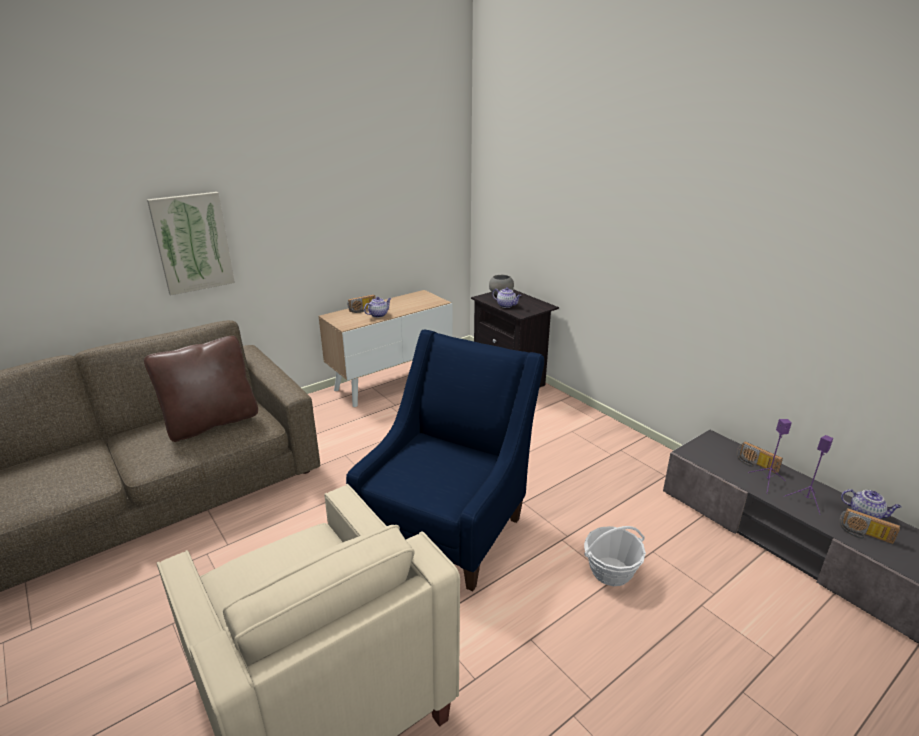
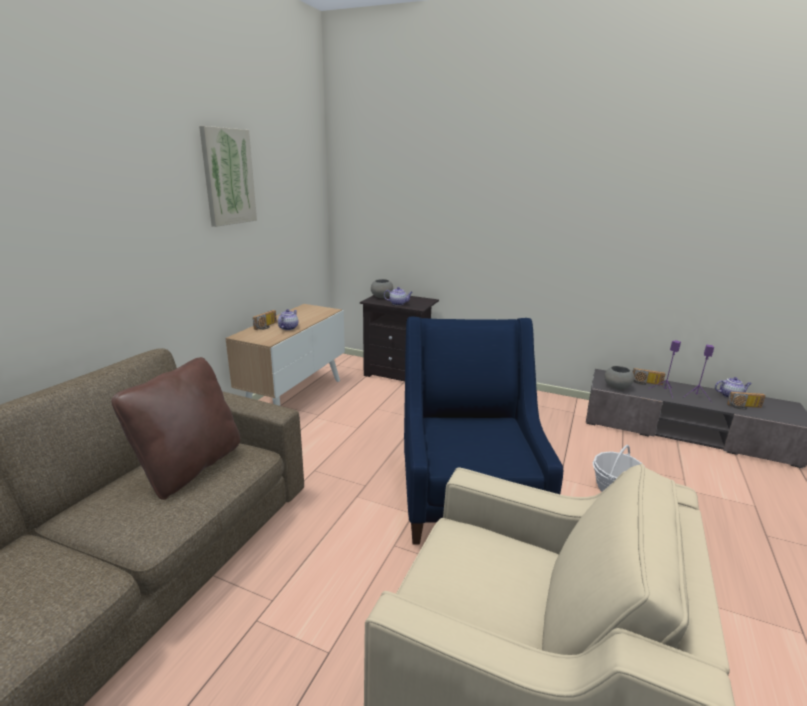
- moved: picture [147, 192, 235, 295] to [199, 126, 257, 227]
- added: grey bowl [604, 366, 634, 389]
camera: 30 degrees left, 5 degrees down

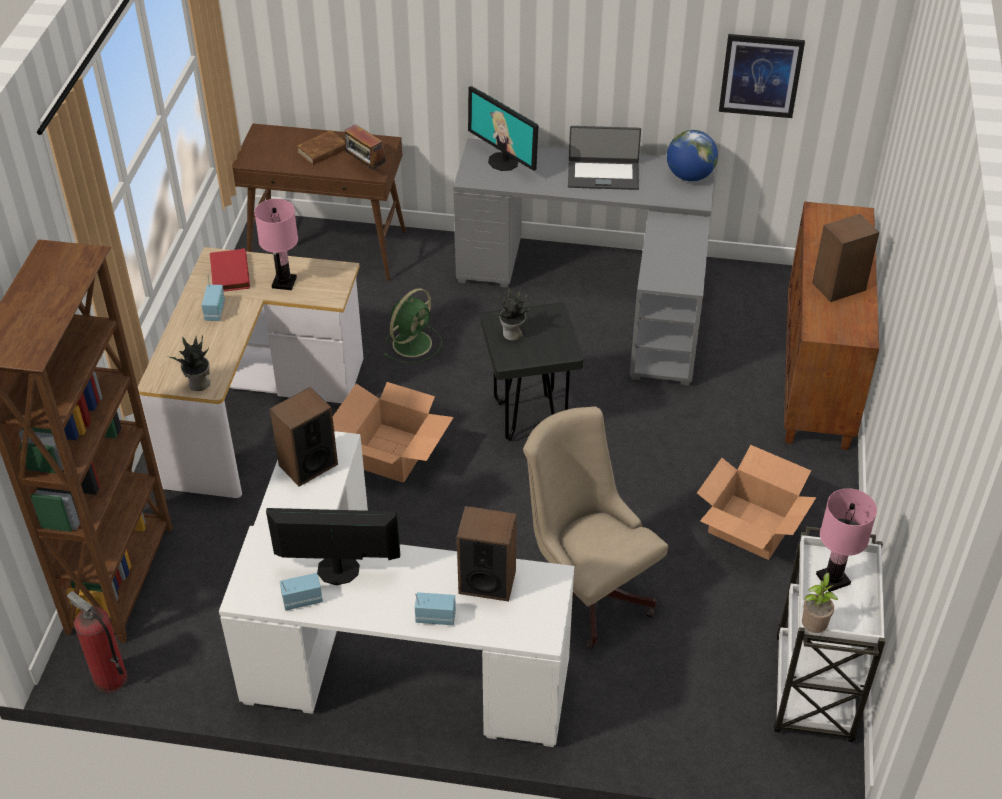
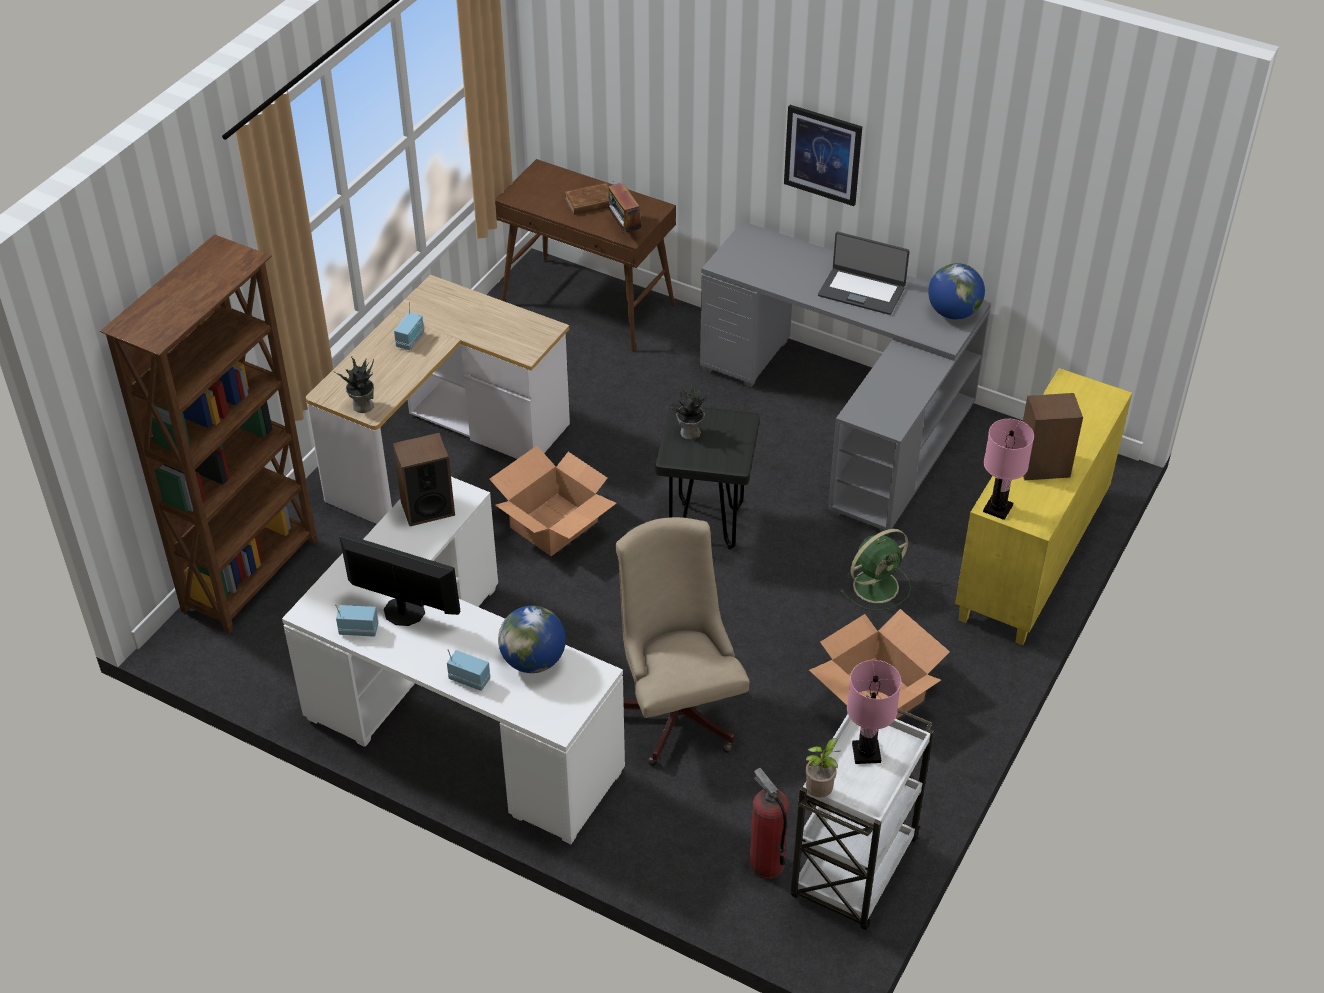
- replaced: audio speaker [457, 506, 517, 602] to world globe [498, 606, 566, 673]
- moved: extinguisher [67, 591, 128, 693] to [749, 768, 789, 879]
- moved: picture [719, 34, 805, 118] to [784, 105, 862, 206]
- moved: green cooling fan [383, 288, 442, 364] to [840, 529, 911, 611]
- recoloured: brown storage cabinet [784, 202, 879, 450] to yellow-coloured storage cabinet [955, 368, 1132, 646]
- moved: pink tabletop lamp [254, 199, 298, 290] to [983, 419, 1034, 520]
- removed: red-coloured book [210, 248, 250, 291]
- removed: computer screen [468, 86, 539, 171]
camera: 20 degrees right, 0 degrees up

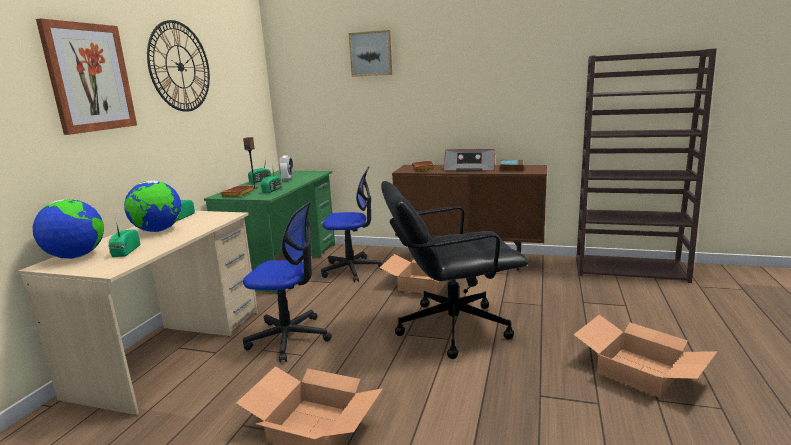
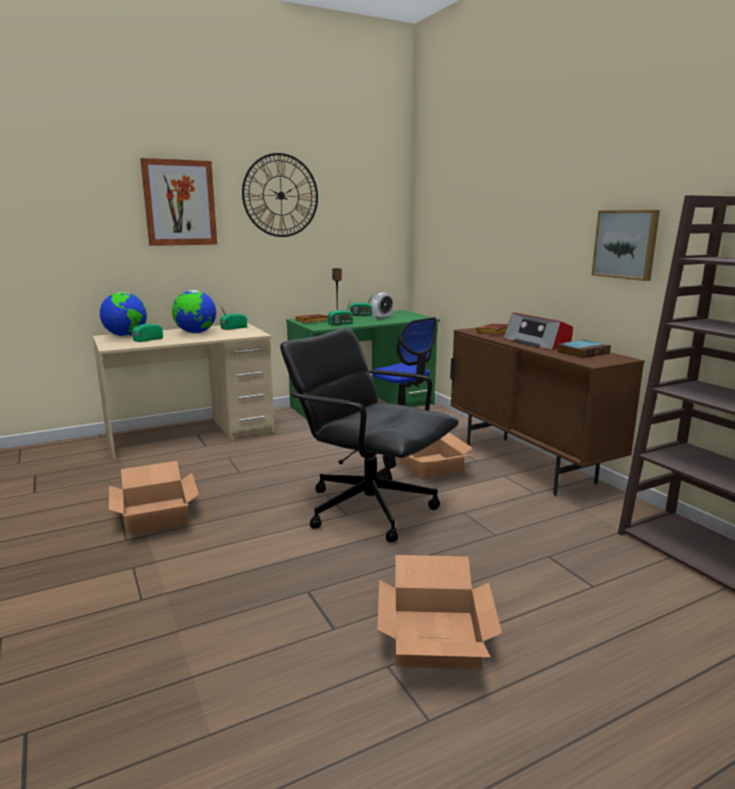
- moved: picture [349, 30, 392, 77] to [592, 210, 660, 281]
- removed: computer chair [243, 202, 332, 362]
camera: 45 degrees right, 0 degrees up

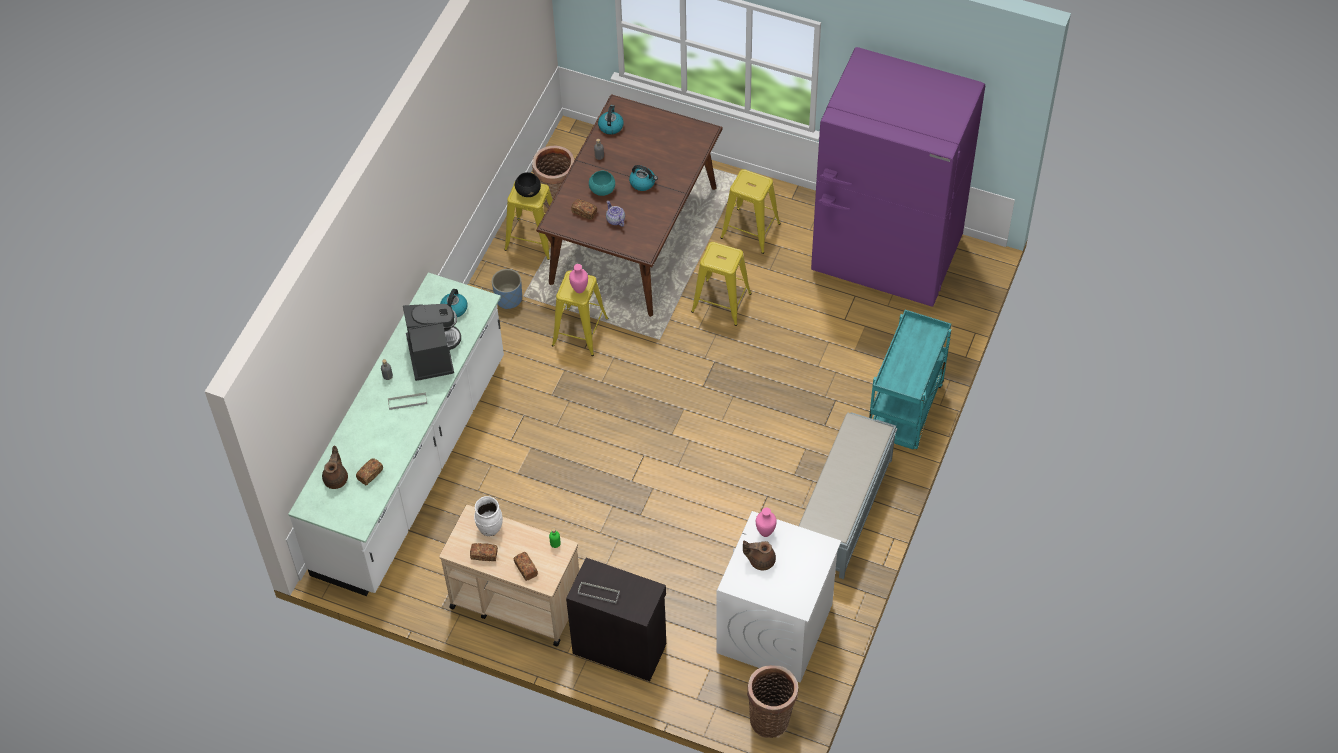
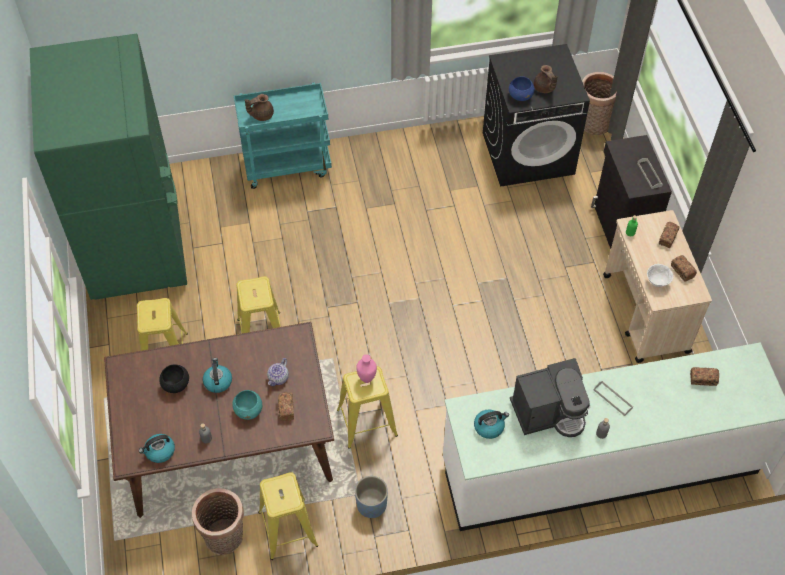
- recoloured: purplish refrigerator [811, 47, 986, 307] to green refrigerator [30, 34, 187, 300]
- moved: black bowl [515, 172, 541, 197] to [159, 364, 189, 393]
- moved: brown pot for tea [322, 446, 348, 489] to [245, 94, 274, 121]
- recoloured: white-coloured laundry appliance [717, 511, 841, 683] to black laundry appliance [483, 44, 590, 187]
- replaced: pink flower vase [756, 508, 777, 537] to bluish bowl [509, 76, 534, 101]
- turned: coffee machine [403, 304, 461, 381] = [510, 358, 590, 437] 150 degrees counterclockwise
- replaced: white-coloured flower vase [474, 496, 503, 536] to white-coloured bowl [647, 264, 673, 287]
- removed: grey bench [799, 413, 897, 579]
camera: 125 degrees left, 0 degrees up

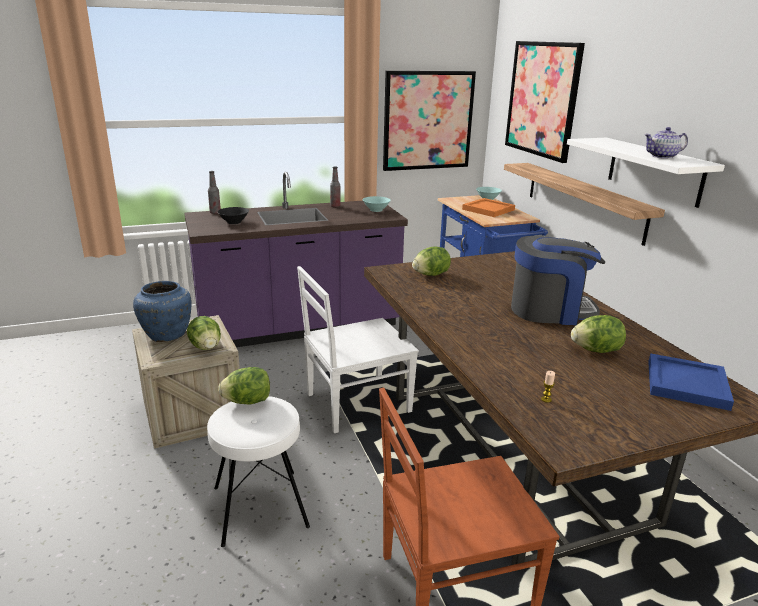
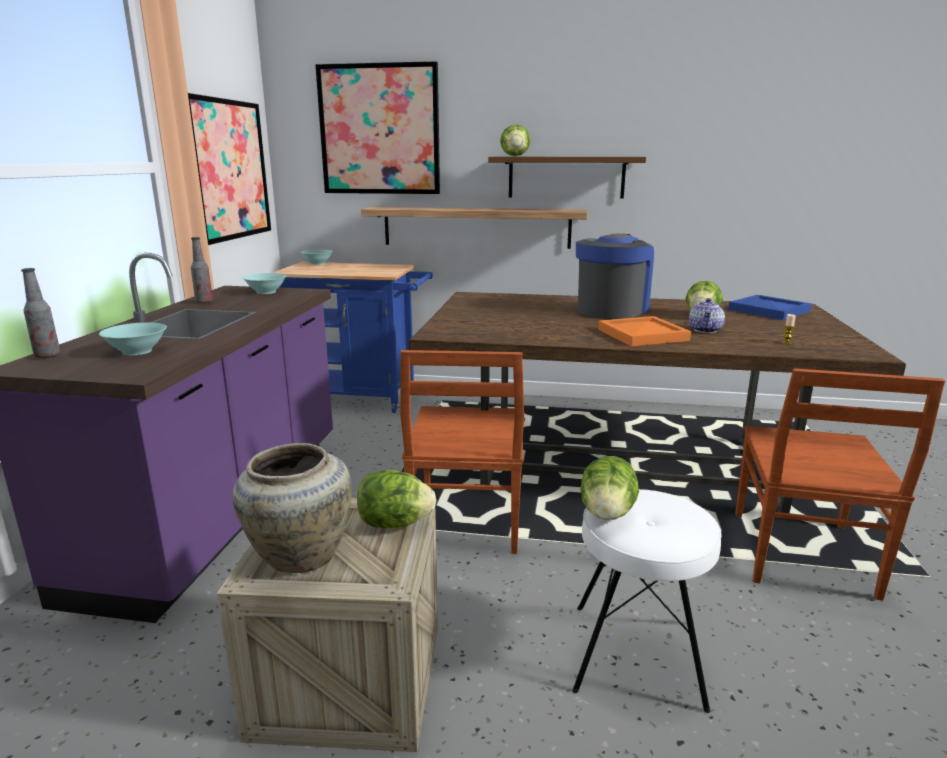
- recoloured: black bowl [217, 207, 249, 224] to turquoise-coloured bowl [99, 322, 167, 355]
- recoloured: bluish flower vase [133, 281, 192, 342] to beige flower vase [232, 443, 352, 573]
- recoloured: white-coloured plain chair [297, 266, 419, 433] to brown plain chair [400, 350, 524, 554]
- recoloured: white-coloured bracket shelf [567, 138, 725, 208] to brown bracket shelf [488, 157, 646, 199]
- moved: lettuce head [412, 246, 451, 276] to [500, 125, 530, 156]
- moved: orangey serving tray [462, 198, 515, 217] to [598, 316, 691, 346]
- moved: pot for tea [645, 127, 688, 159] to [689, 298, 725, 333]
camera: 60 degrees left, 5 degrees down

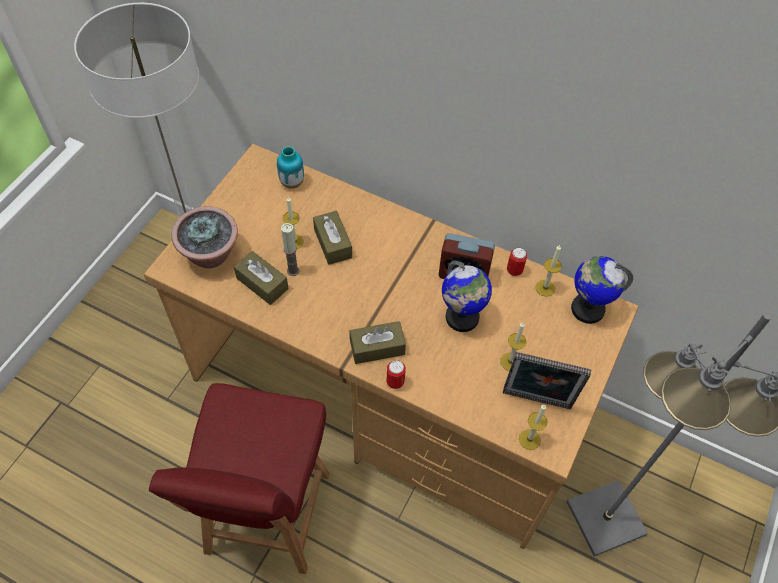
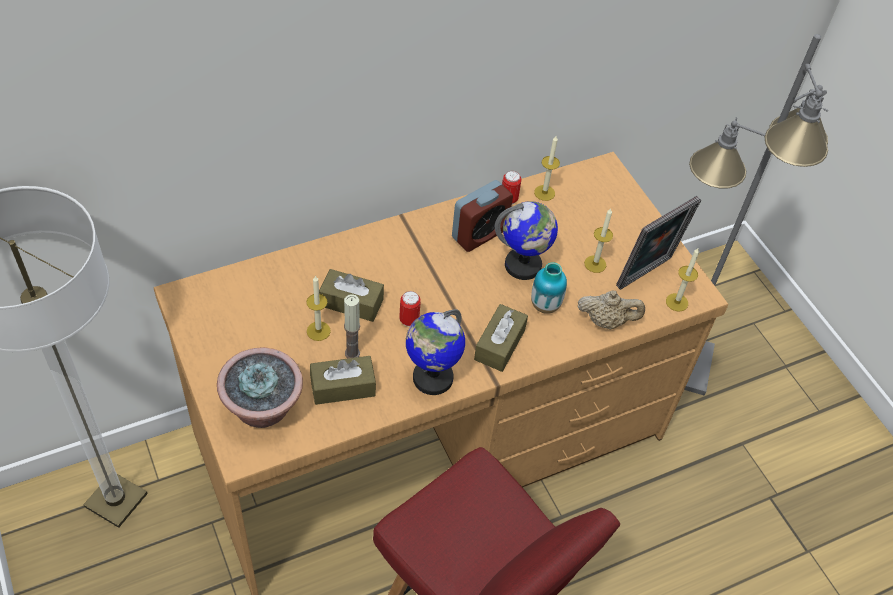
- moved: metal can [387, 360, 406, 389] to [399, 291, 421, 327]
- moved: world globe [571, 256, 633, 324] to [406, 309, 465, 395]
- moved: flower vase [277, 146, 304, 189] to [531, 262, 567, 314]
- added: beige pot for tea [578, 291, 645, 330]
camera: 55 degrees left, 5 degrees down

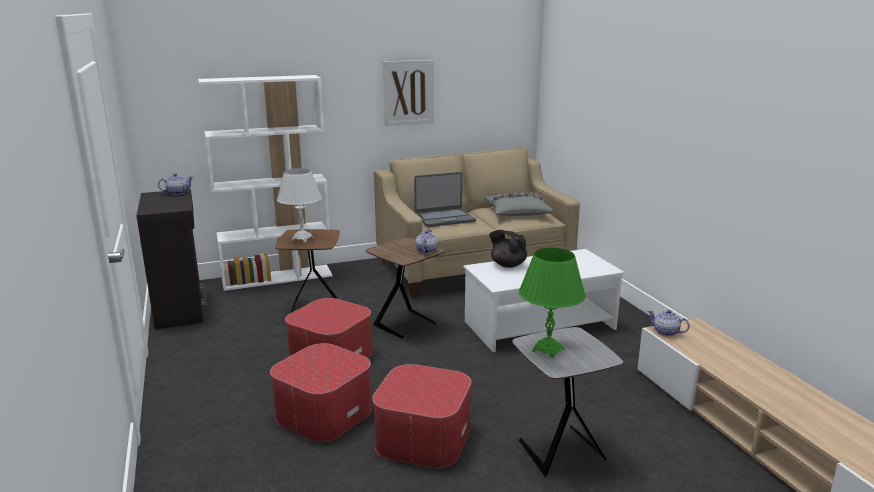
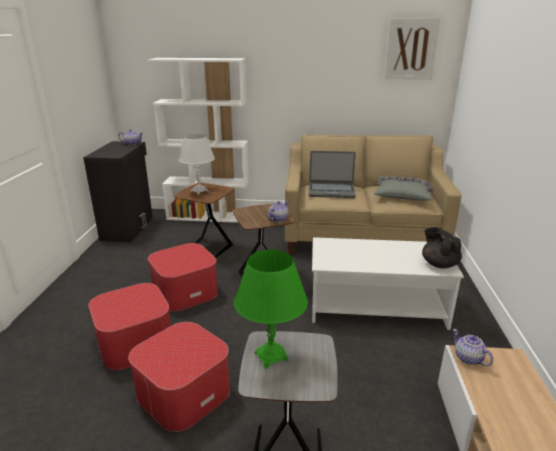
- moved: picture [383, 60, 434, 126] to [384, 18, 440, 80]
- moved: black pot for tea [489, 230, 527, 268] to [422, 227, 462, 268]
camera: 25 degrees right, 5 degrees up

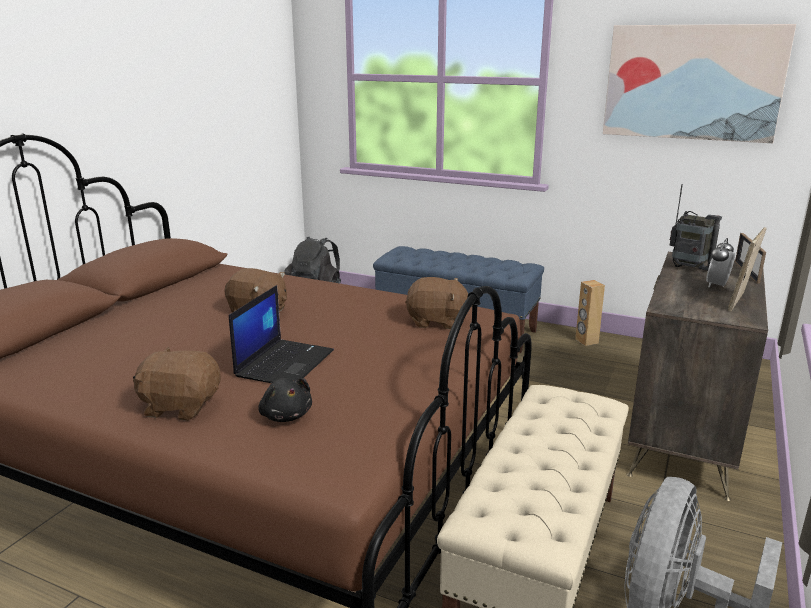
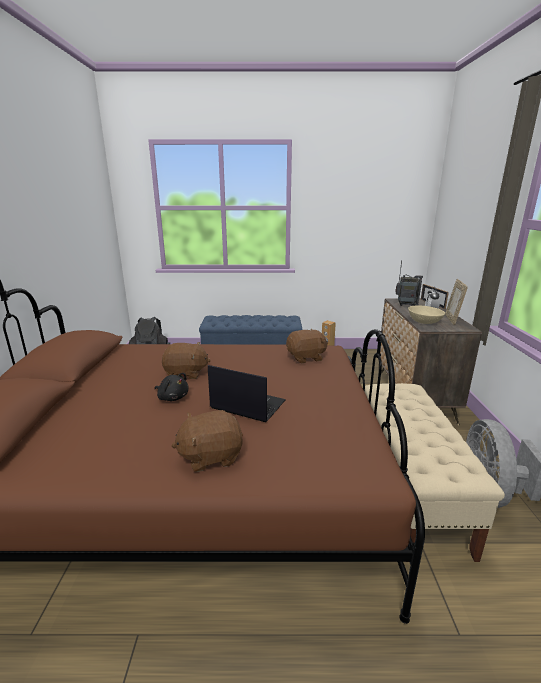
- moved: black soft toy [258, 378, 312, 422] to [154, 373, 189, 401]
- turned: laptop [229, 285, 334, 383] = [208, 365, 286, 422] 60 degrees counterclockwise
- added: beige bowl [408, 305, 445, 324]
- removed: picture [603, 24, 796, 143]
camera: 25 degrees left, 0 degrees up

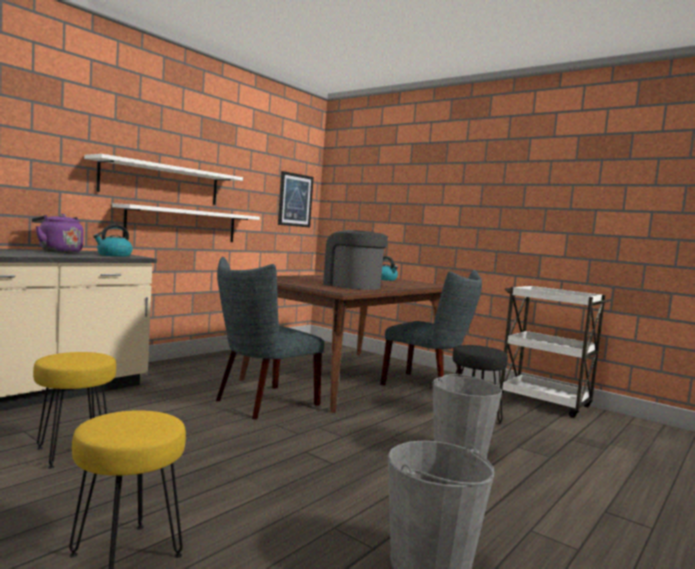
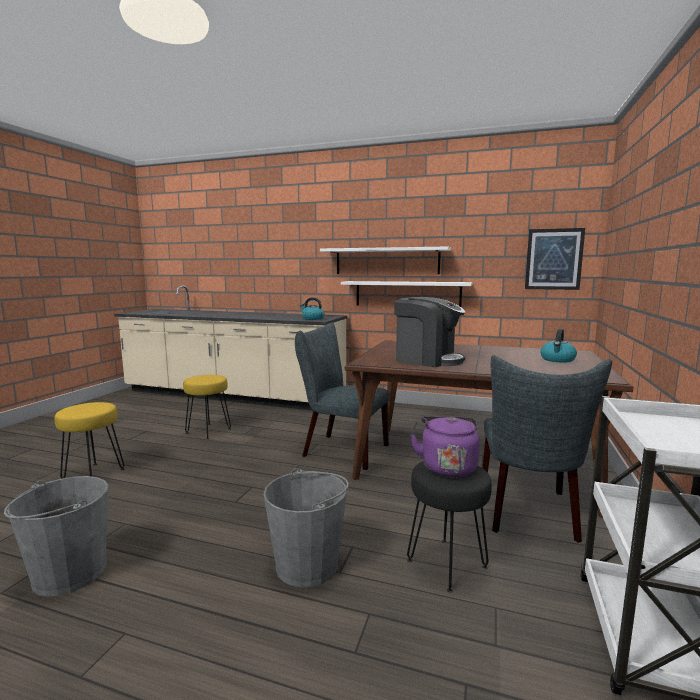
- turned: coffee machine [323, 230, 388, 290] = [394, 297, 465, 367] 90 degrees clockwise
- moved: purplish tea kettle [32, 214, 84, 253] to [410, 417, 480, 477]
camera: 70 degrees right, 5 degrees up

